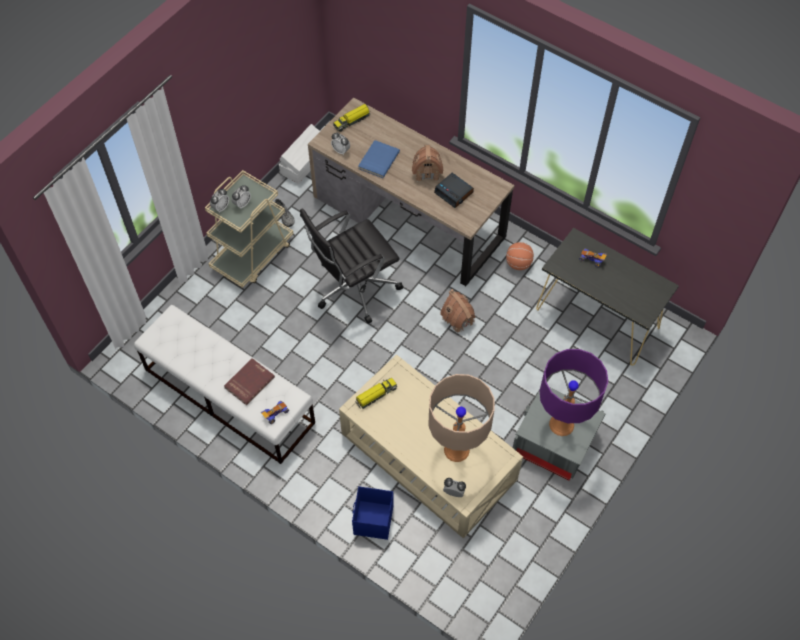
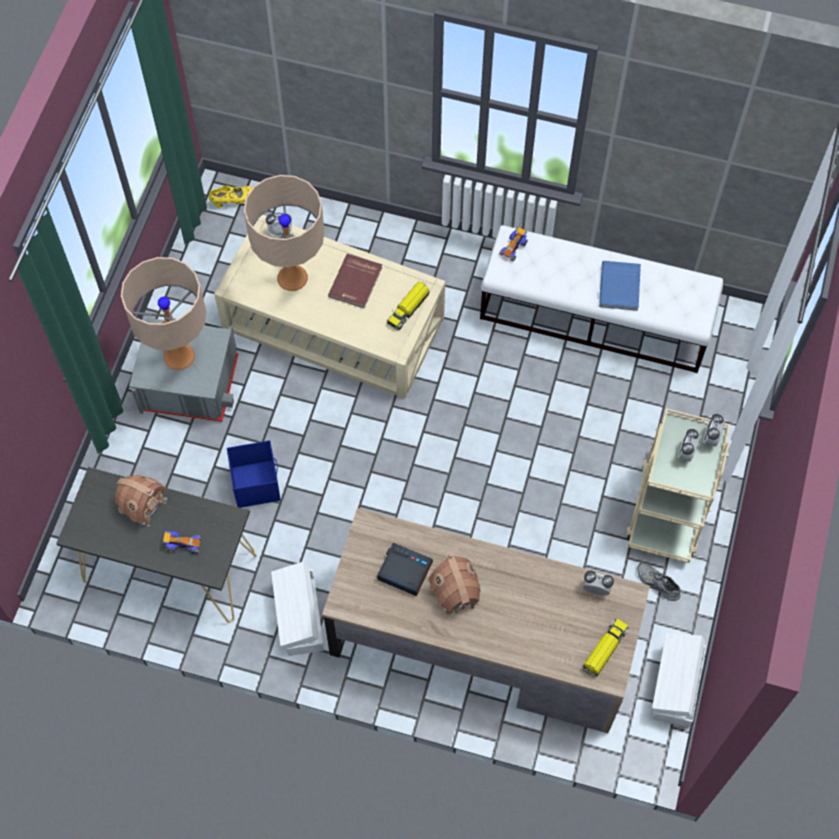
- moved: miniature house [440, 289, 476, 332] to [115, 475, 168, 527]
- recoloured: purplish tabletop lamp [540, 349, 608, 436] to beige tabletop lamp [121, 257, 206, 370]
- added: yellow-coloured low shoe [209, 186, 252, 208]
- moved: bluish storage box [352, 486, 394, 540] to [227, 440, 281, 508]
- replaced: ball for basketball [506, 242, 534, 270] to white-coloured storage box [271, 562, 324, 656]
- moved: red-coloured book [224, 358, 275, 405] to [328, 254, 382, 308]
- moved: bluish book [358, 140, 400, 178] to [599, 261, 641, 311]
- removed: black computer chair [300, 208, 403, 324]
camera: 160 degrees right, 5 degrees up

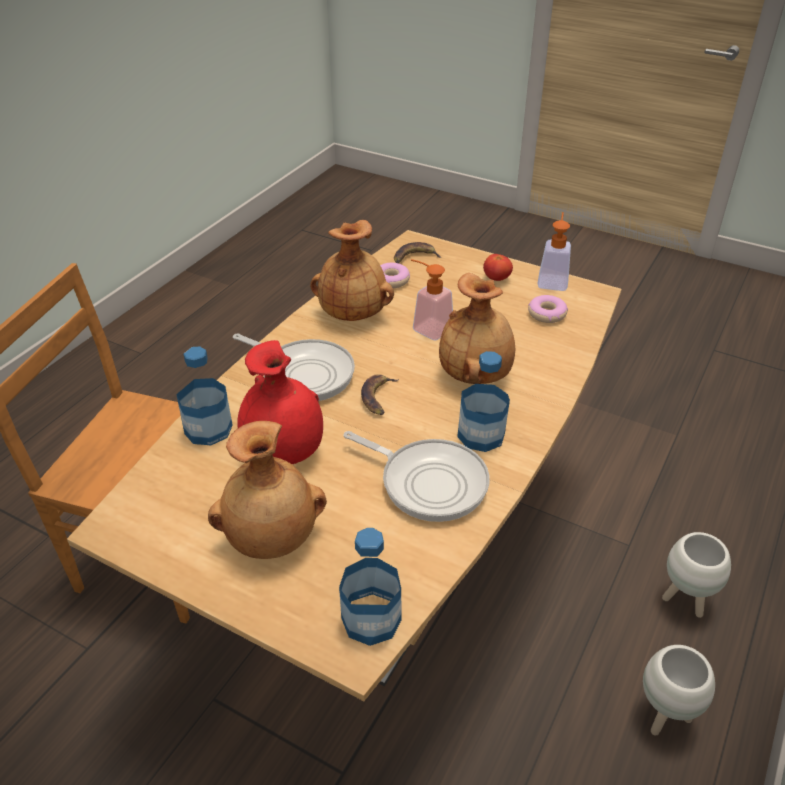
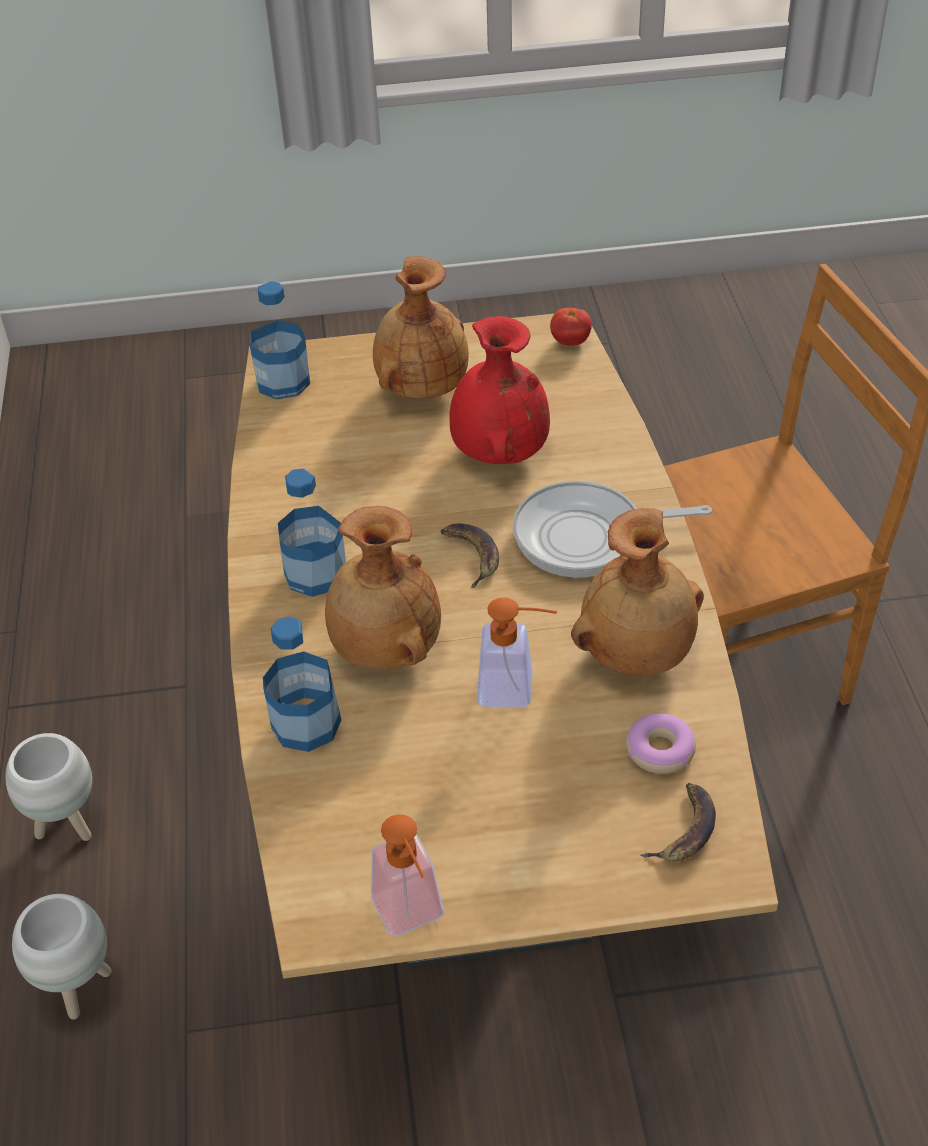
- moved: drink bottle [176, 347, 232, 445] to [263, 616, 341, 752]
- moved: whole tomato [483, 254, 513, 281] to [550, 308, 592, 346]
- removed: pan [344, 431, 490, 522]
- removed: donut [528, 295, 568, 323]
camera: 145 degrees right, 5 degrees up

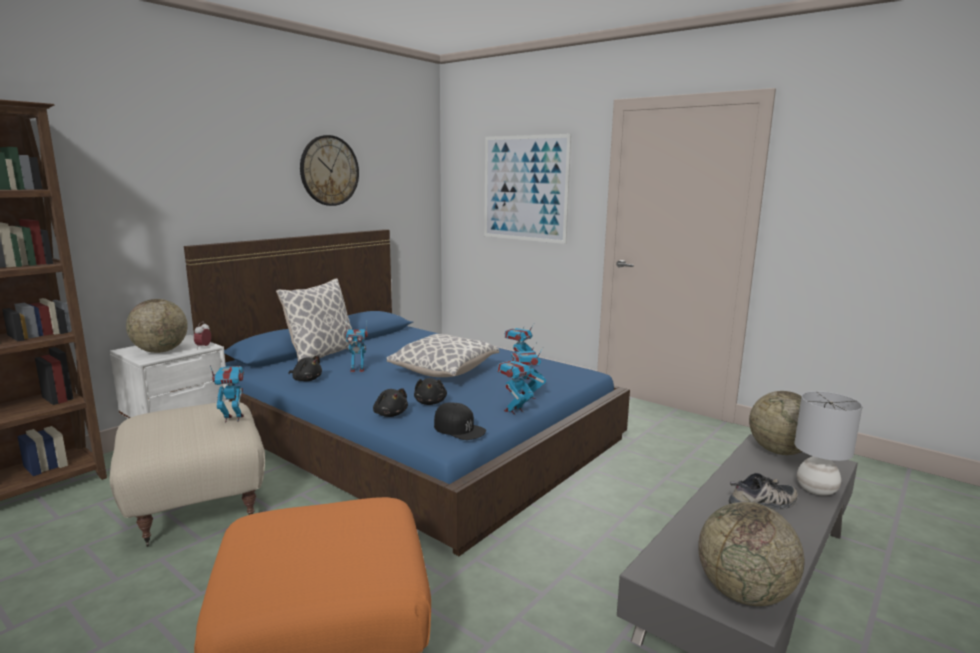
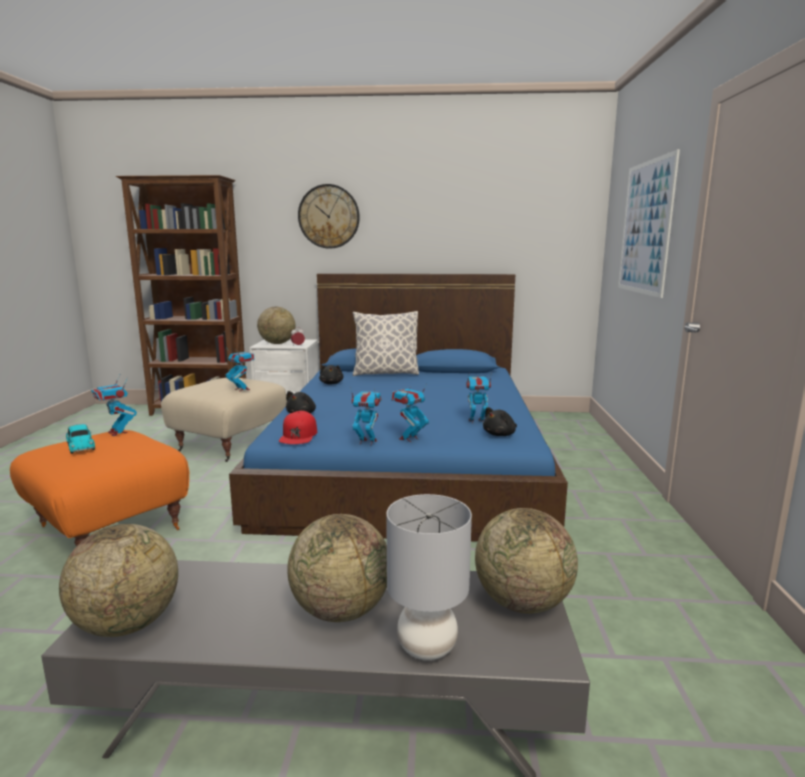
- added: toy car [66, 424, 95, 454]
- moved: robot figure [345, 320, 368, 372] to [91, 375, 137, 436]
- recoloured: black baseball cap [434, 403, 486, 440] to red-coloured baseball cap [279, 411, 317, 444]
- replaced: low shoe [729, 473, 798, 510] to world globe [287, 514, 387, 622]
- moved: wall clock [300, 135, 359, 206] to [298, 184, 360, 249]
- moved: black soft toy [414, 378, 447, 405] to [483, 407, 517, 436]
- removed: pillow [387, 334, 499, 377]
camera: 55 degrees right, 0 degrees up

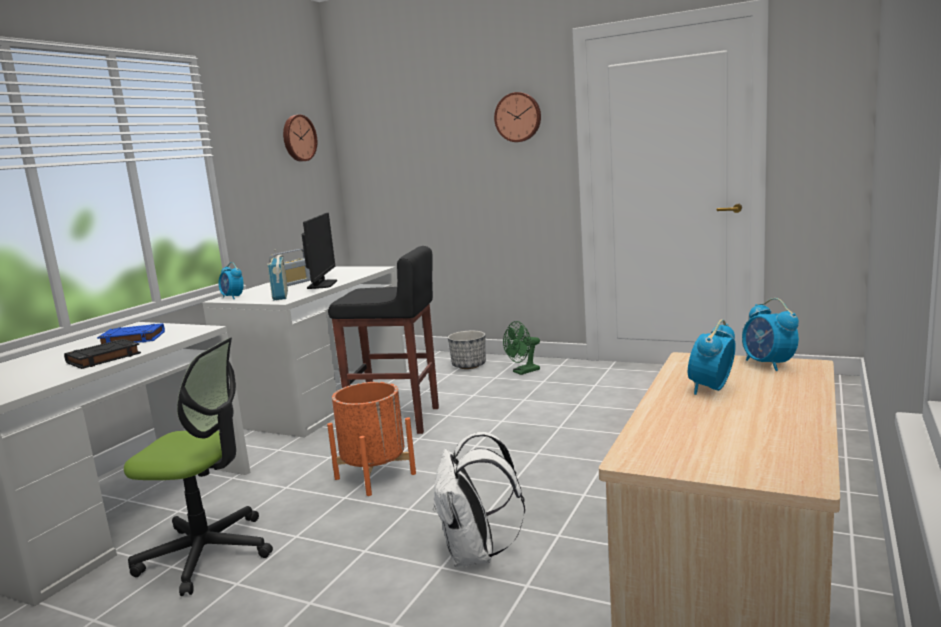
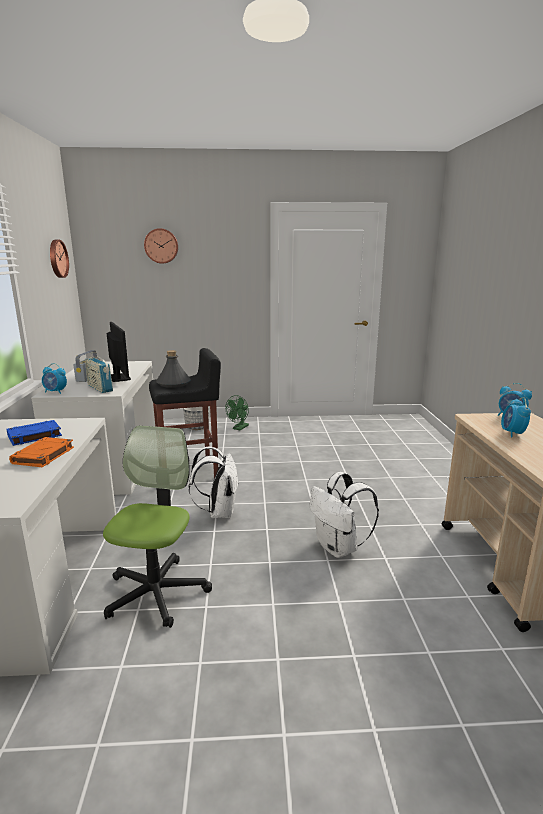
- recoloured: black book [64, 339, 141, 369] to orangey book [9, 437, 74, 467]
- turned: computer chair [124, 338, 273, 596] = [103, 425, 212, 628] 60 degrees counterclockwise
- moved: wall clock [494, 92, 541, 142] to [144, 228, 178, 264]
- added: grey drink bottle [156, 350, 191, 388]
- replaced: orangey flower pot [327, 382, 416, 496] to white-coloured rucksack [189, 447, 239, 519]
camera: 30 degrees left, 5 degrees up

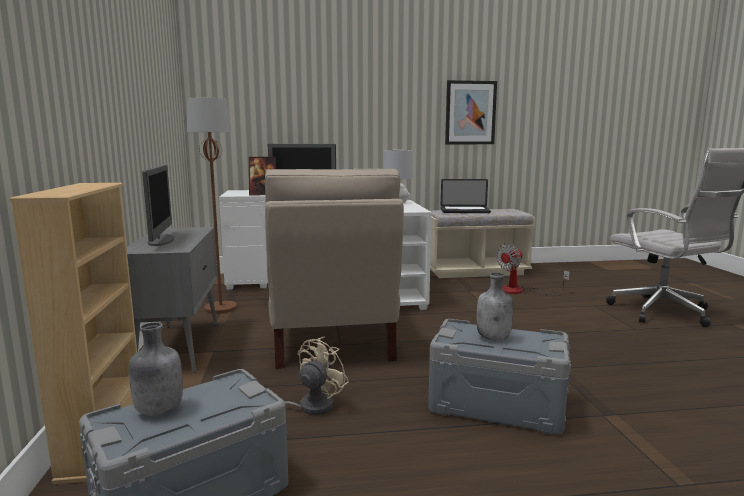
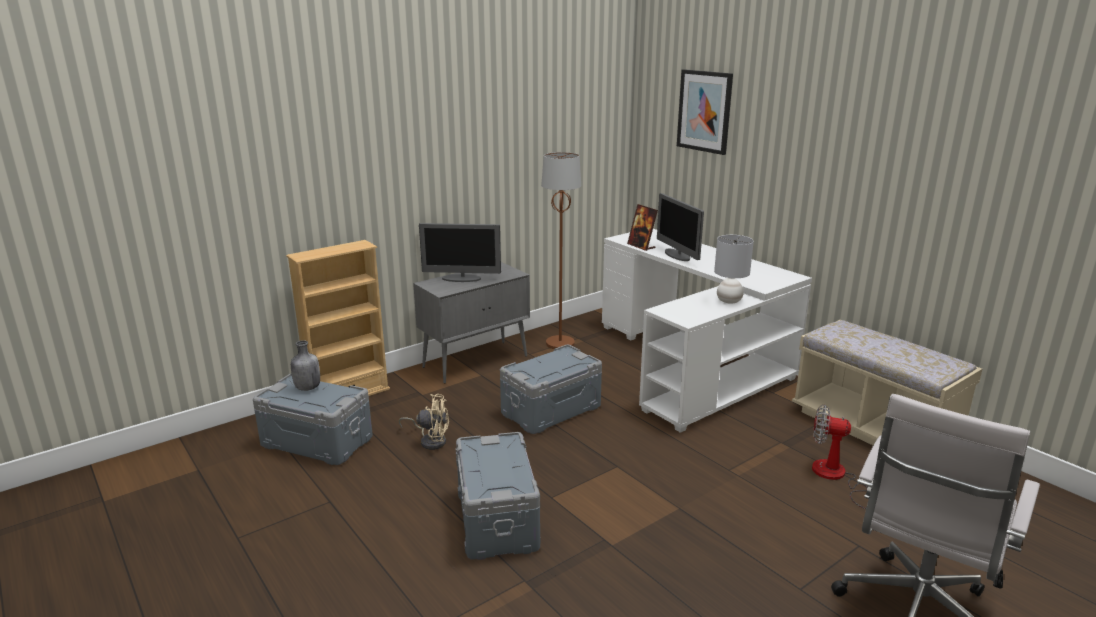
- turned: computer screen [142, 165, 174, 246] = [419, 223, 501, 282] 45 degrees clockwise
- replaced: beige plain chair [265, 168, 404, 369] to grey storage box [500, 345, 602, 434]
- moved: picture [445, 80, 497, 144] to [677, 69, 733, 155]
- removed: laptop [441, 179, 491, 213]
- removed: grey drink bottle [477, 272, 514, 340]
camera: 60 degrees right, 10 degrees up

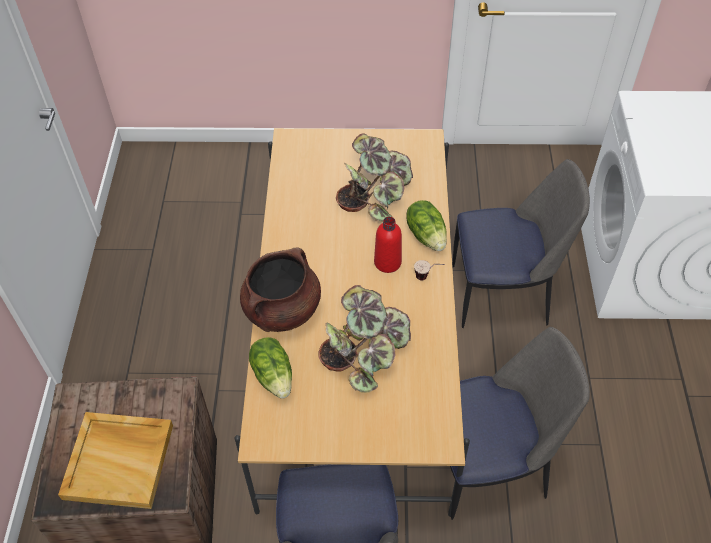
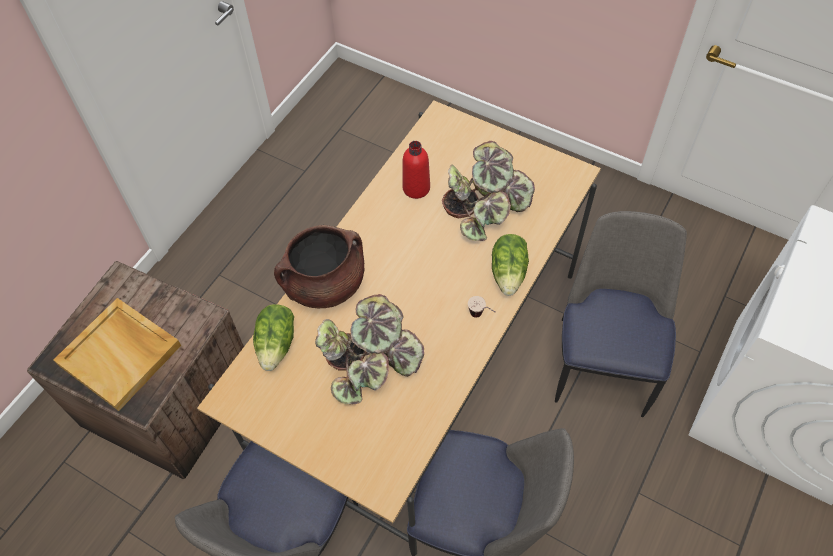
- moved: red-coloured drink bottle [374, 216, 402, 273] to [402, 141, 430, 199]
- turned: plain chair [453, 159, 590, 328] = [555, 211, 687, 417] 105 degrees counterclockwise
camera: 30 degrees right, 5 degrees up

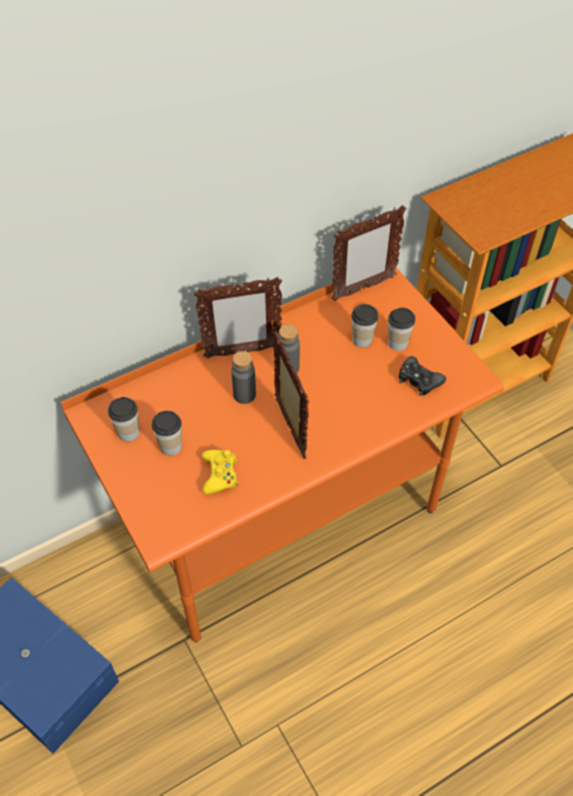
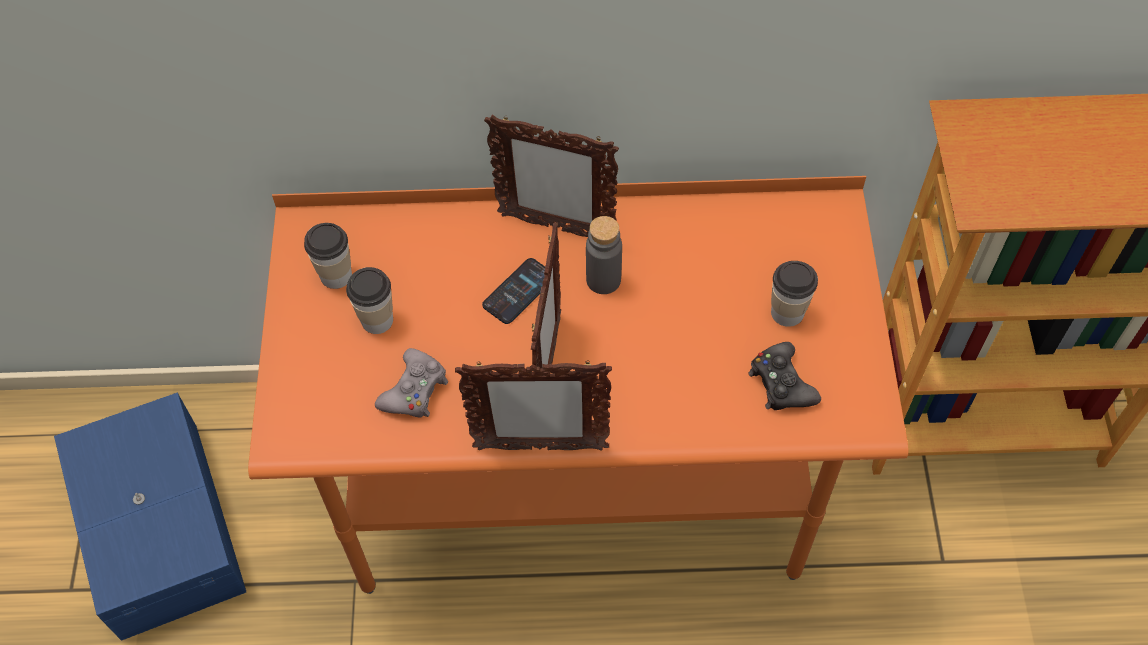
- recoloured: yellow-coloured gamepad [202, 450, 238, 494] to grey gamepad [375, 348, 448, 418]
- moved: photo frame [332, 205, 406, 301] to [455, 360, 612, 450]
- replaced: grey drink bottle [231, 351, 256, 404] to handset [482, 258, 545, 324]
- removed: cup [351, 304, 378, 348]
camera: 30 degrees right, 5 degrees up

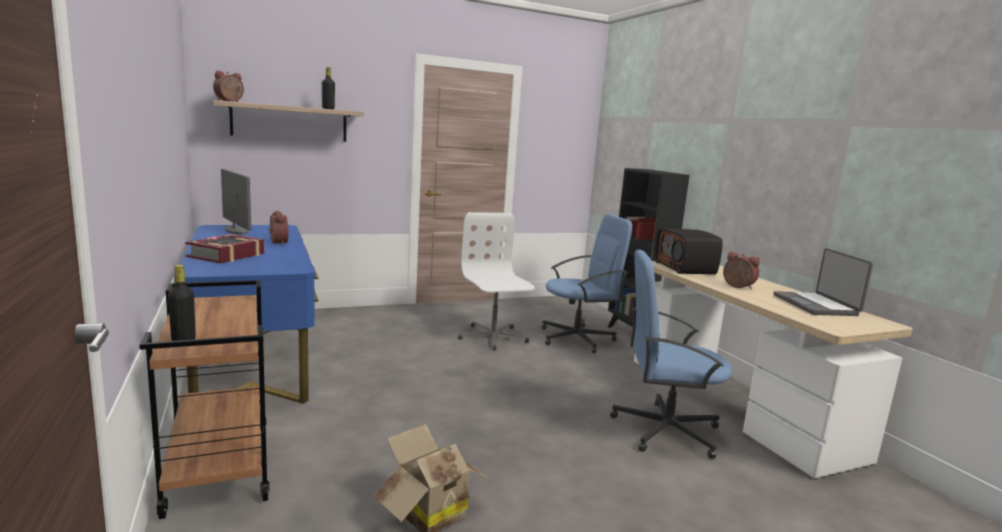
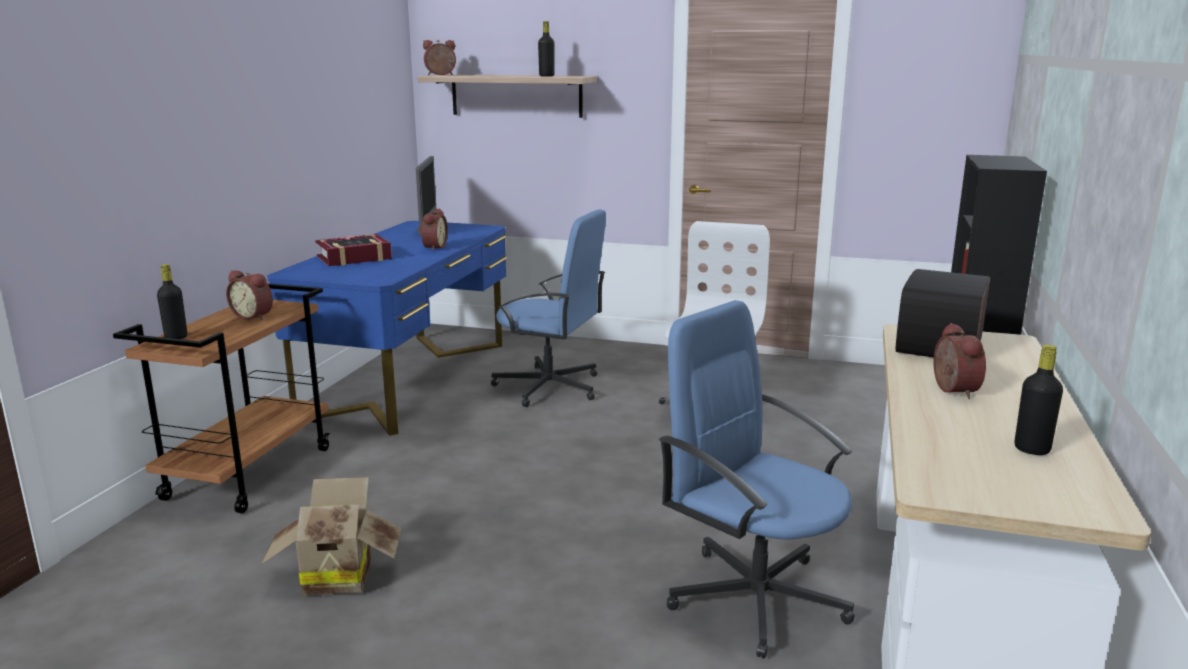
- added: bedside clock [226, 270, 273, 320]
- moved: bluish computer chair [542, 214, 632, 353] to [491, 209, 606, 407]
- replaced: laptop [773, 248, 873, 316] to black drink bottle [1015, 344, 1063, 455]
camera: 40 degrees right, 5 degrees up

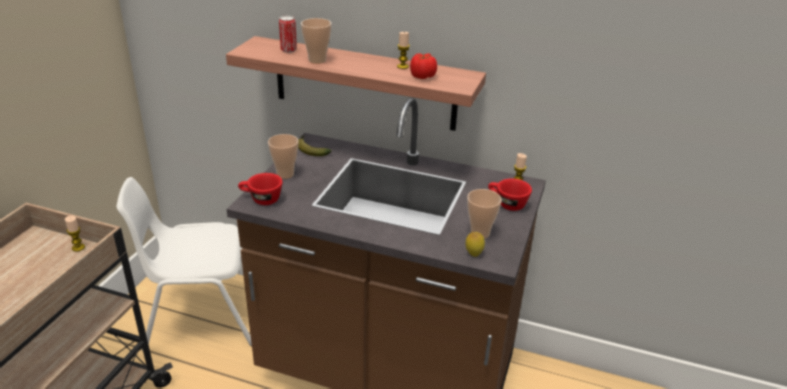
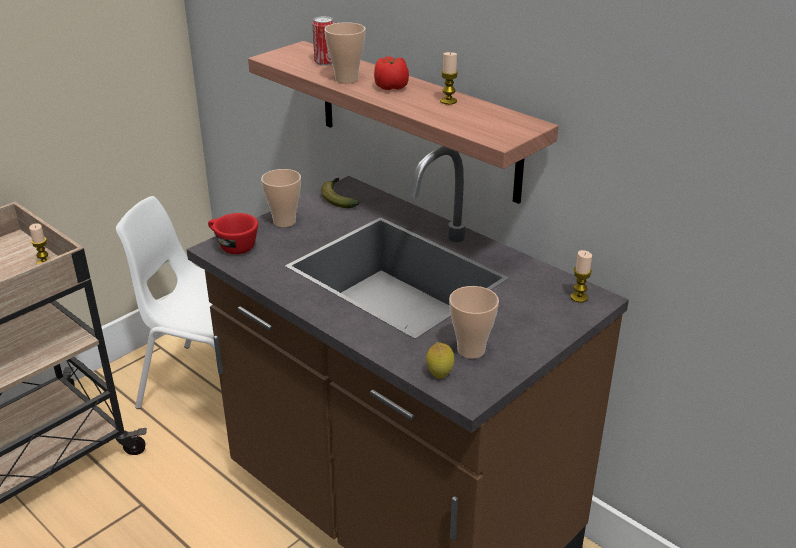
- moved: whole tomato [410, 53, 437, 79] to [374, 56, 409, 90]
- removed: red-coloured cup [488, 178, 532, 211]
camera: 25 degrees right, 0 degrees up

